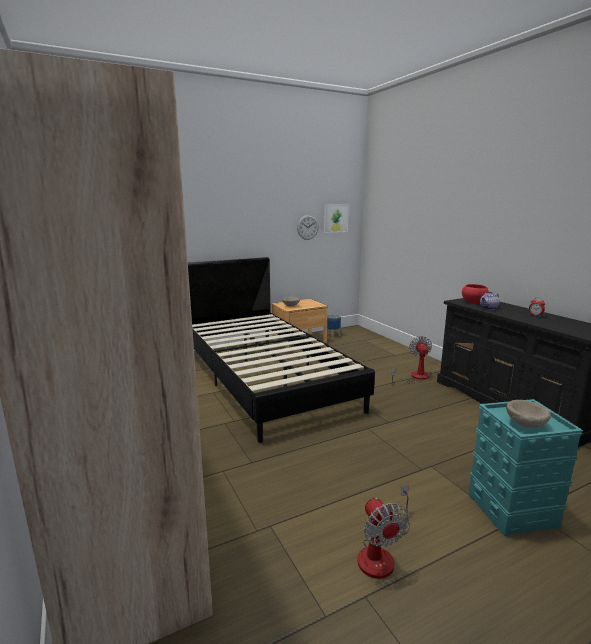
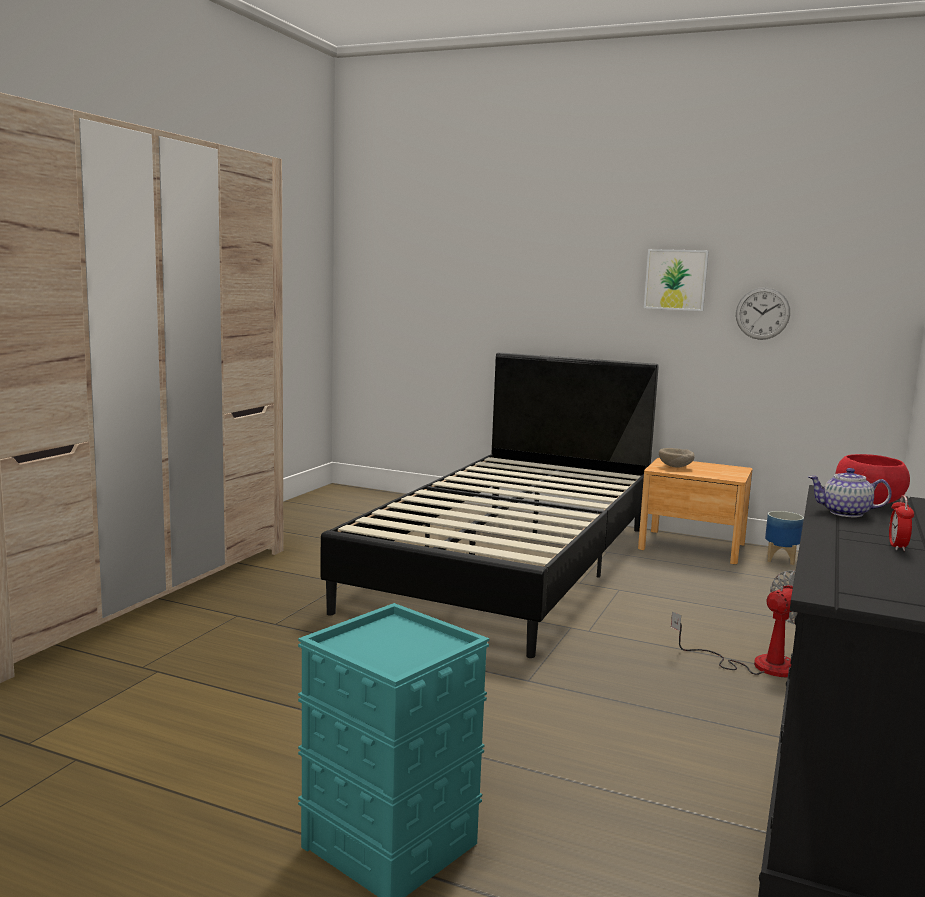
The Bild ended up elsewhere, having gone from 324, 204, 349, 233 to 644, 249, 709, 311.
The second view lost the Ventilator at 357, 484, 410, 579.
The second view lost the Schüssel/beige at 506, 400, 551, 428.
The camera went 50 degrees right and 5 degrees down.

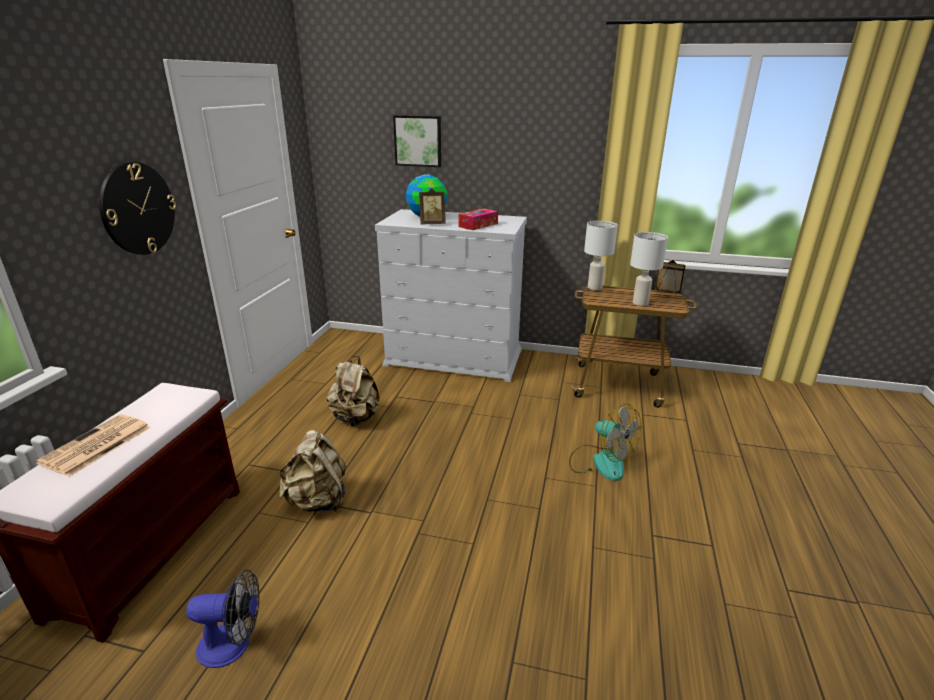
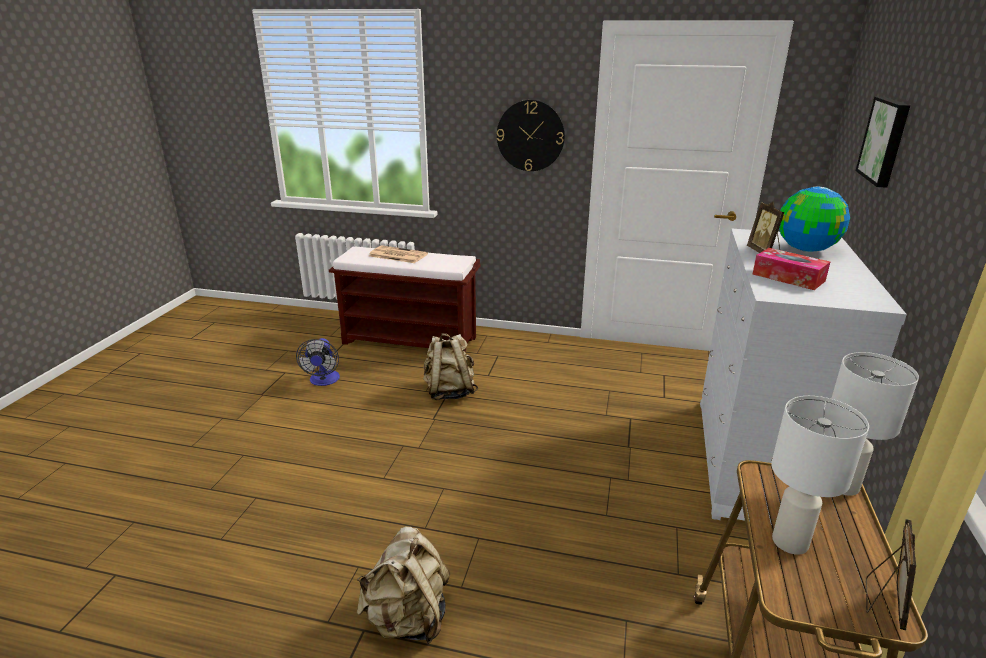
The Rucksack/beige ended up elsewhere, having gone from 327, 355, 379, 426 to 357, 526, 450, 644.
The second view lost the Ventilator at 569, 404, 641, 481.
The camera went 90 degrees right and 0 degrees up.

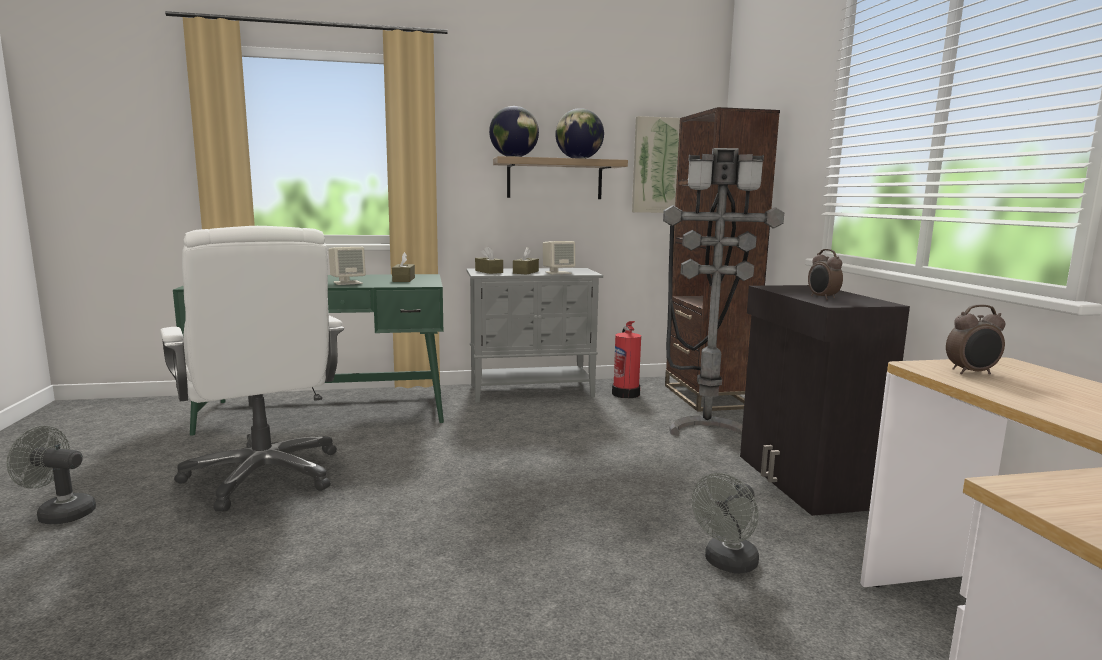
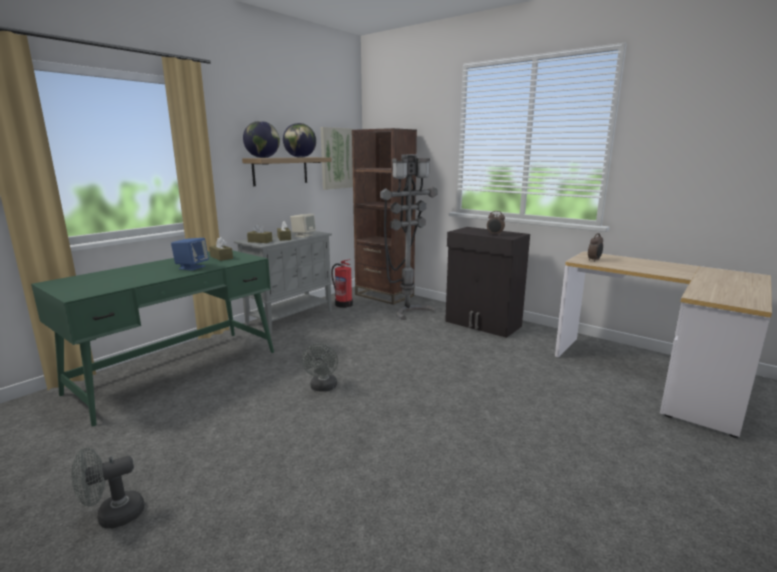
The second view lost the Bürostuhl/weiß at 160, 226, 344, 511.
What was the Lautsprecher/beige at 329, 247, 366, 285 turned into the Lautsprecher/blau at 171, 238, 209, 271.
The Ventilator/grau ended up elsewhere, having gone from 692, 473, 759, 573 to 302, 343, 338, 392.
The camera went 40 degrees left and 5 degrees up.

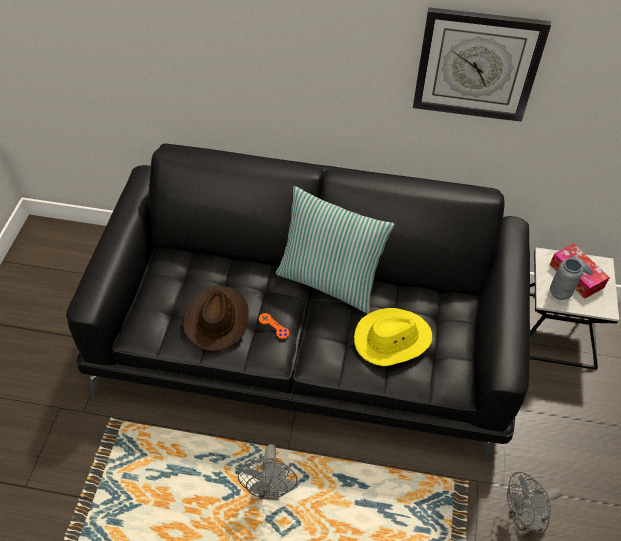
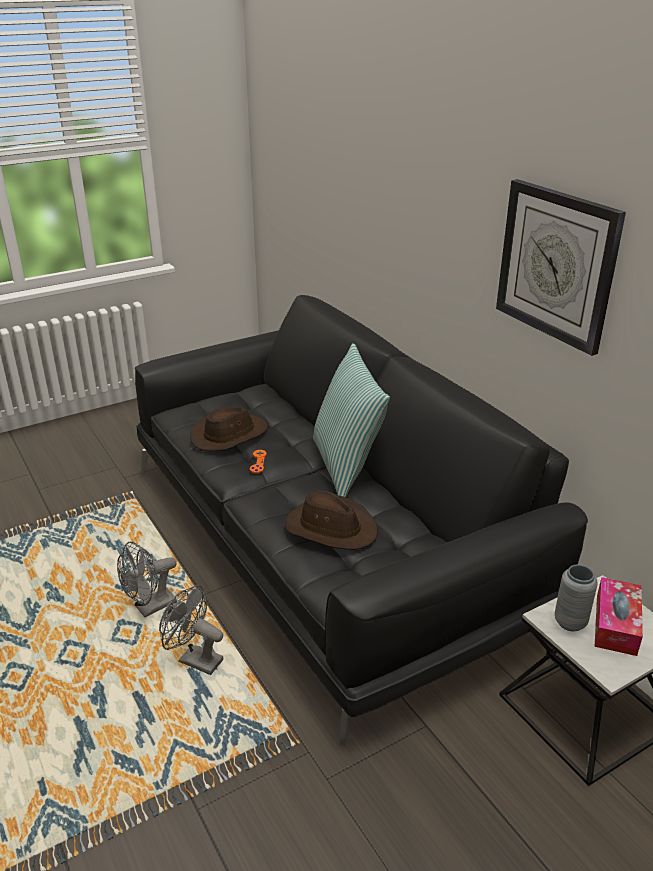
What was the Hut/gelb at 354, 308, 432, 366 turned into the Hut/braun at 285, 491, 378, 550.
The Ventilator/grau ended up elsewhere, having gone from 507, 472, 562, 533 to 159, 585, 223, 675.
The camera went 50 degrees right and 20 degrees down.

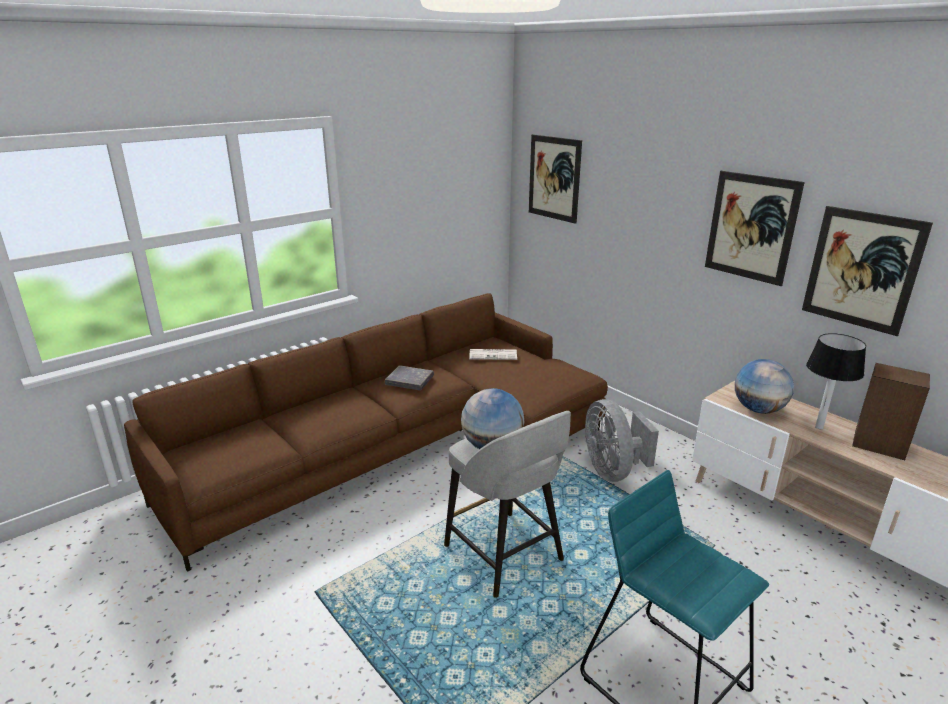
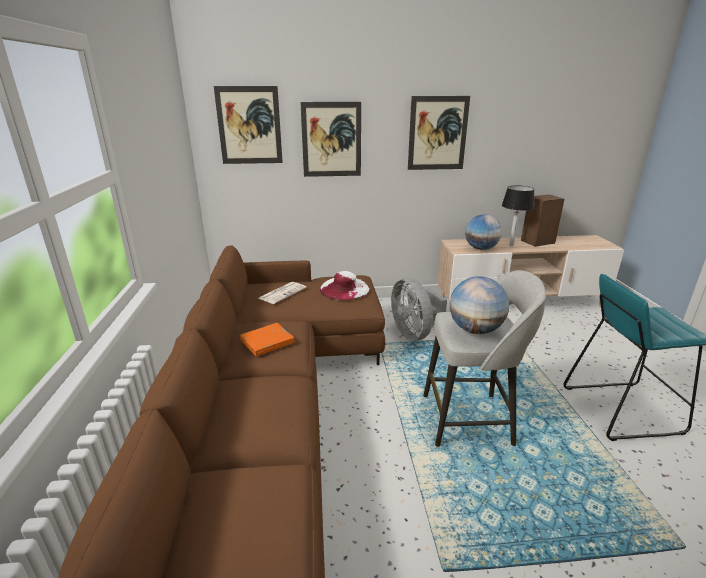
What was the Buch/grau at 385, 365, 434, 390 turned into the Buch/orange at 240, 323, 295, 356.
The Ventilator/grau at 585, 399, 659, 482 ended up facing another way, 45 degrees clockwise from before.
The Bild ended up elsewhere, having gone from 802, 206, 933, 336 to 300, 102, 361, 177.
The second view gained the Hut/weiß at 320, 271, 369, 300.
The camera went 55 degrees left and 0 degrees up.

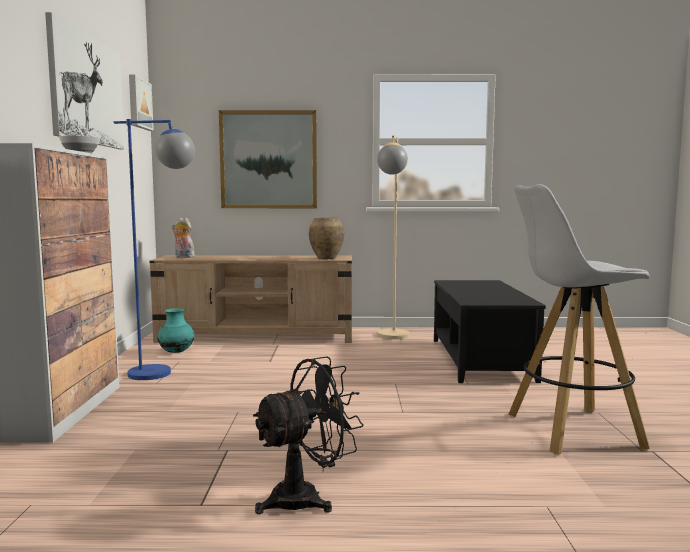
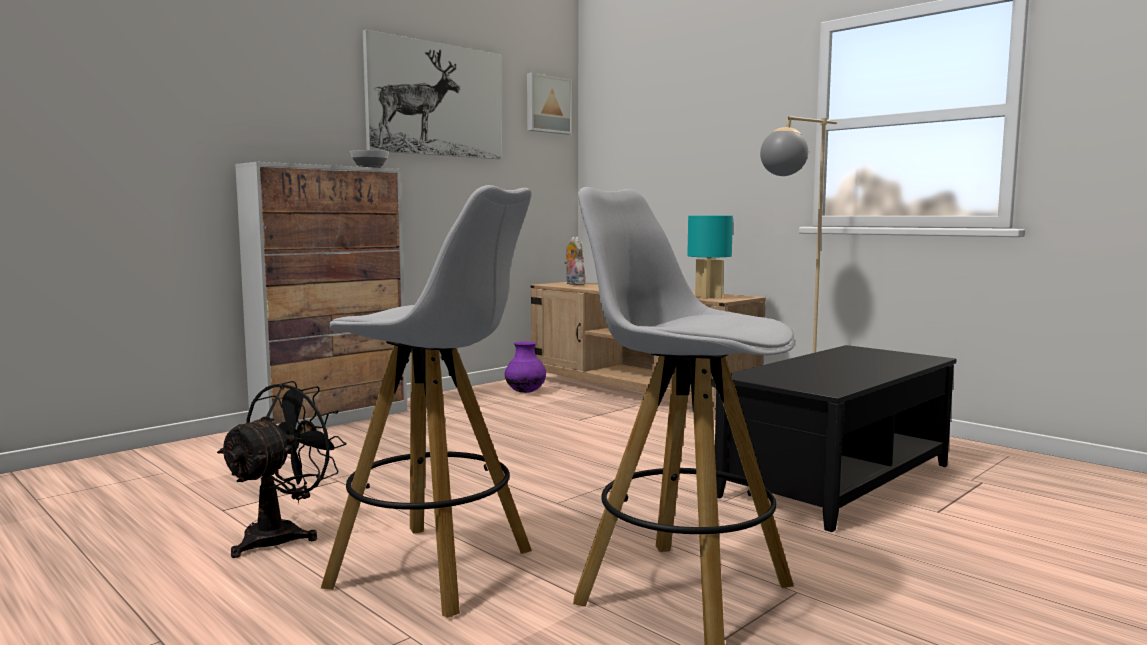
The second view lost the Stehlampe/blau at 114, 119, 195, 380.
What was the Vase/türkis at 157, 308, 195, 353 turned into the Vase/lila at 505, 341, 546, 393.
The second view lost the Bild at 219, 110, 317, 208.
The Ventilator/schwarz at 253, 356, 364, 514 ended up facing another way, 75 degrees counterclockwise from before.
Where the Vase/braun stood at 309, 218, 344, 259, the Tischlampe/türkis came to stand at 687, 216, 733, 299.
The second view gained the Hocker/weiß at 321, 185, 532, 618.
The camera went 45 degrees right and 0 degrees up.

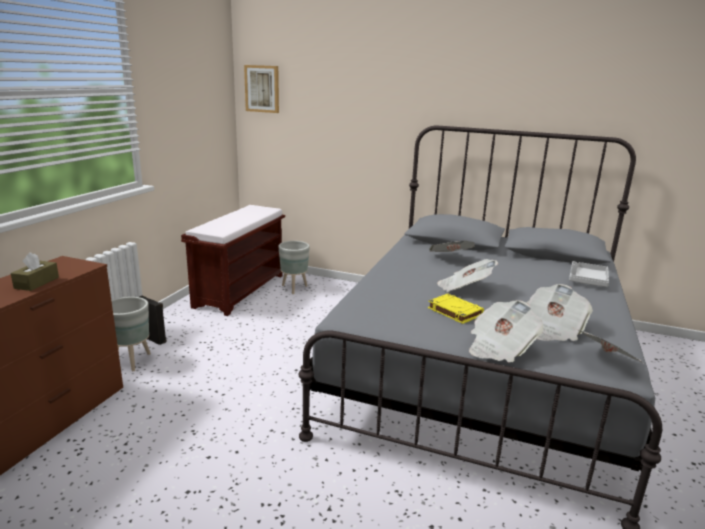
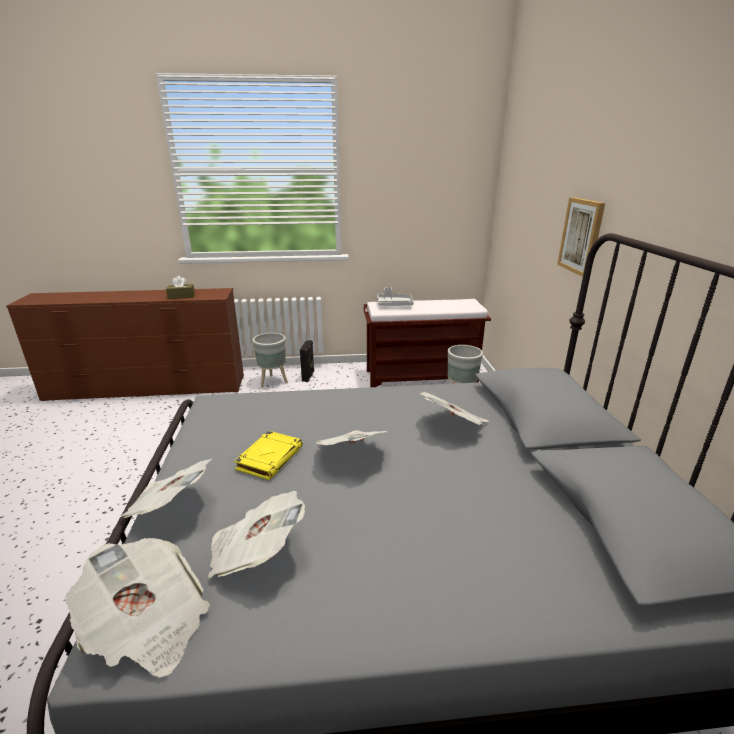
The Bild ended up elsewhere, having gone from 244, 65, 279, 113 to 557, 197, 605, 277.
The Tablett/grau ended up elsewhere, having gone from 569, 261, 609, 287 to 377, 287, 414, 306.
The camera went 65 degrees right and 5 degrees up.

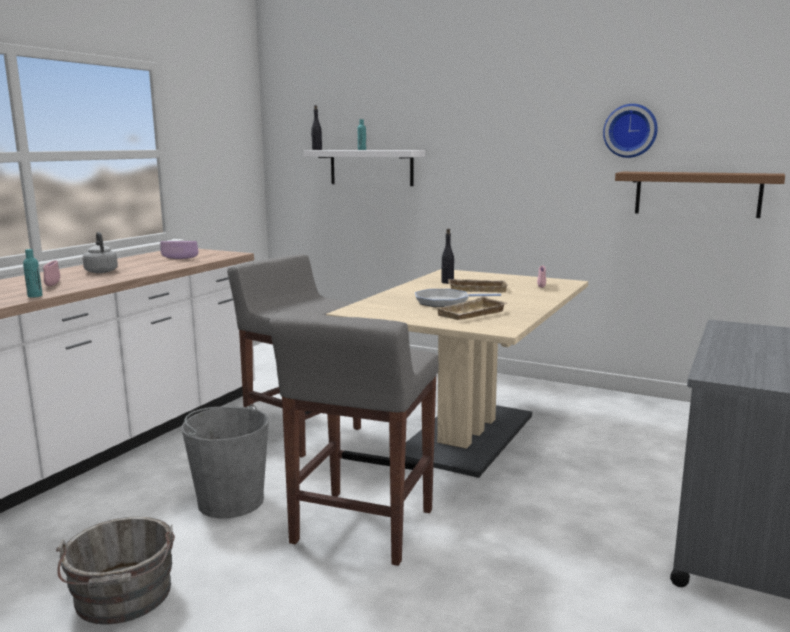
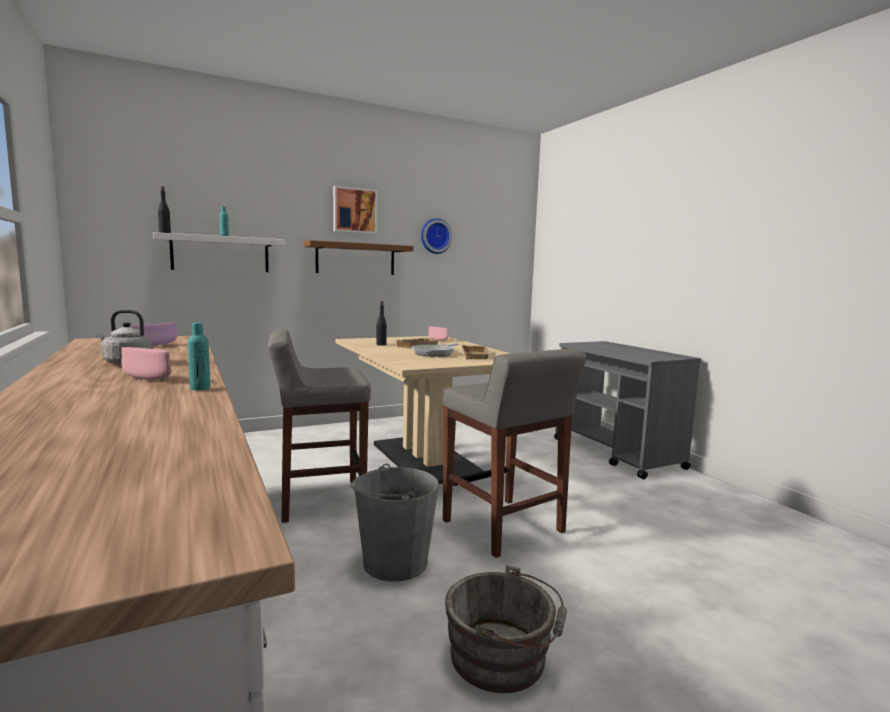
The Wandregal/braun ended up elsewhere, having gone from 615, 172, 785, 218 to 304, 240, 414, 275.
The second view gained the Bild at 333, 186, 378, 234.
The camera went 55 degrees left and 5 degrees down.

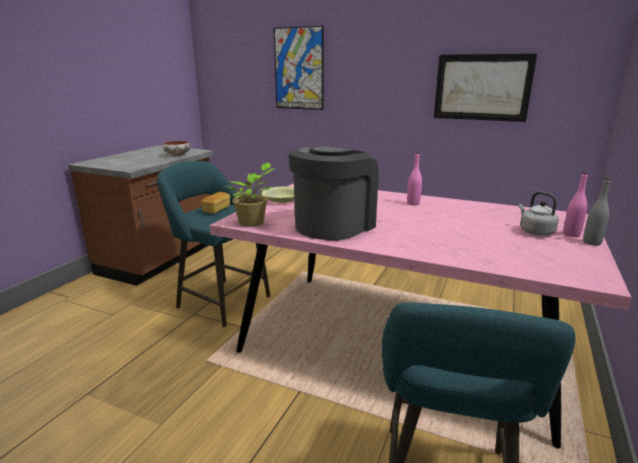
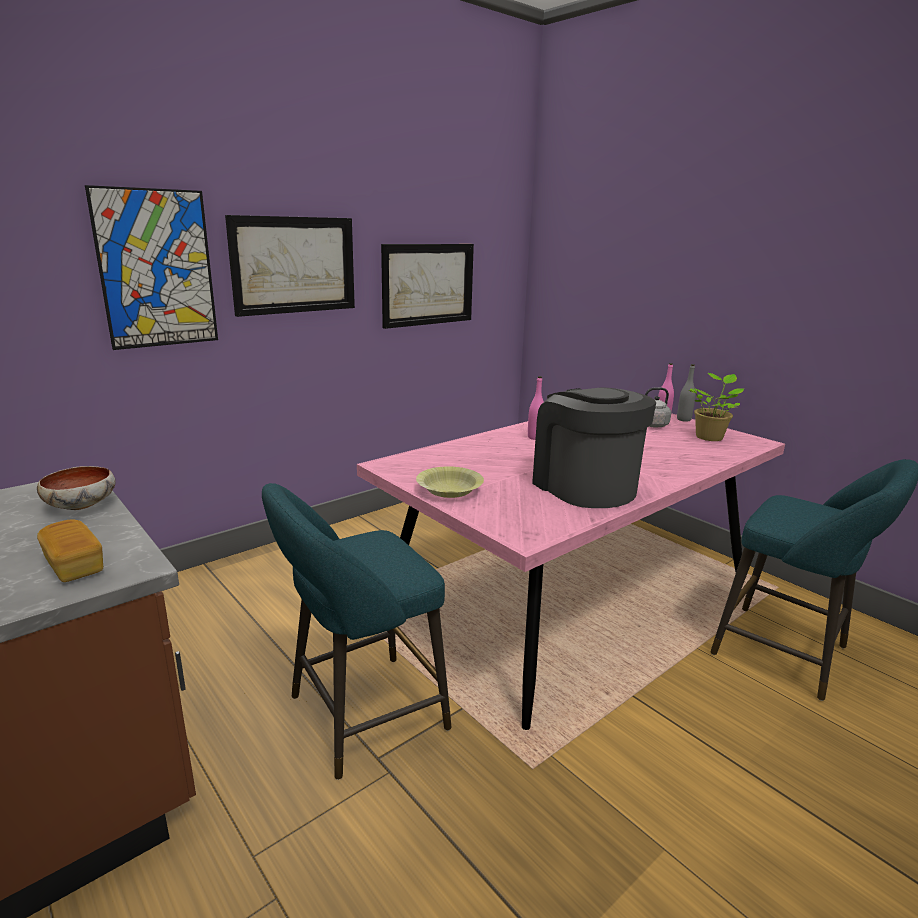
The Brot ended up elsewhere, having gone from 201, 192, 230, 213 to 37, 520, 103, 582.
The Topfpflanze ended up elsewhere, having gone from 225, 162, 275, 226 to 689, 373, 744, 441.
The second view gained the Bild at 225, 215, 355, 317.
The camera went 65 degrees left and 0 degrees up.

